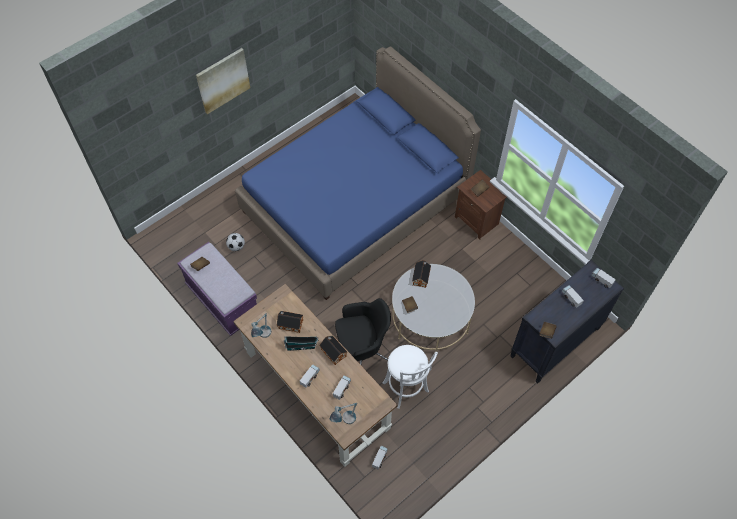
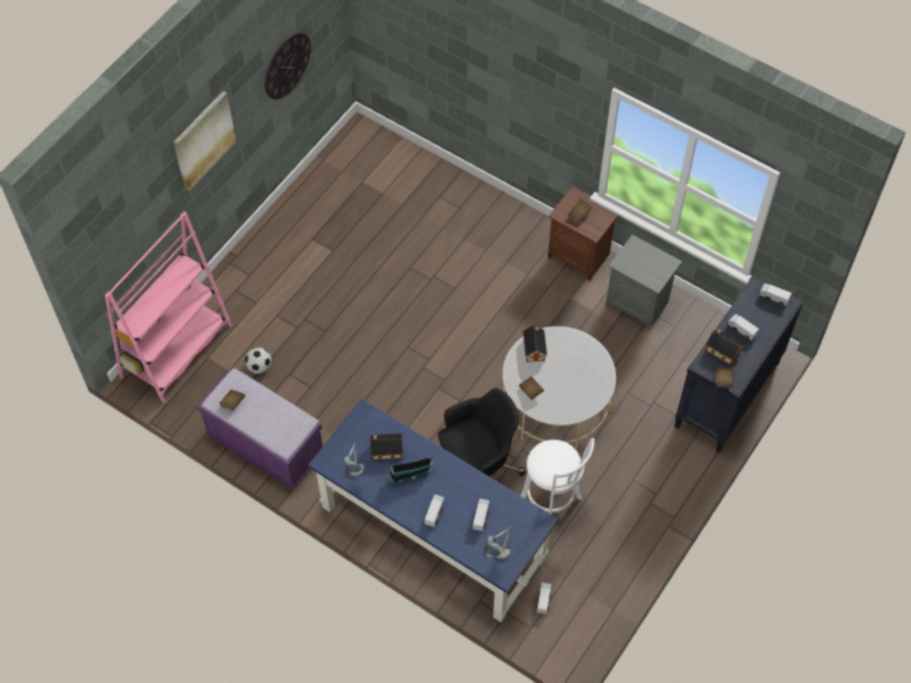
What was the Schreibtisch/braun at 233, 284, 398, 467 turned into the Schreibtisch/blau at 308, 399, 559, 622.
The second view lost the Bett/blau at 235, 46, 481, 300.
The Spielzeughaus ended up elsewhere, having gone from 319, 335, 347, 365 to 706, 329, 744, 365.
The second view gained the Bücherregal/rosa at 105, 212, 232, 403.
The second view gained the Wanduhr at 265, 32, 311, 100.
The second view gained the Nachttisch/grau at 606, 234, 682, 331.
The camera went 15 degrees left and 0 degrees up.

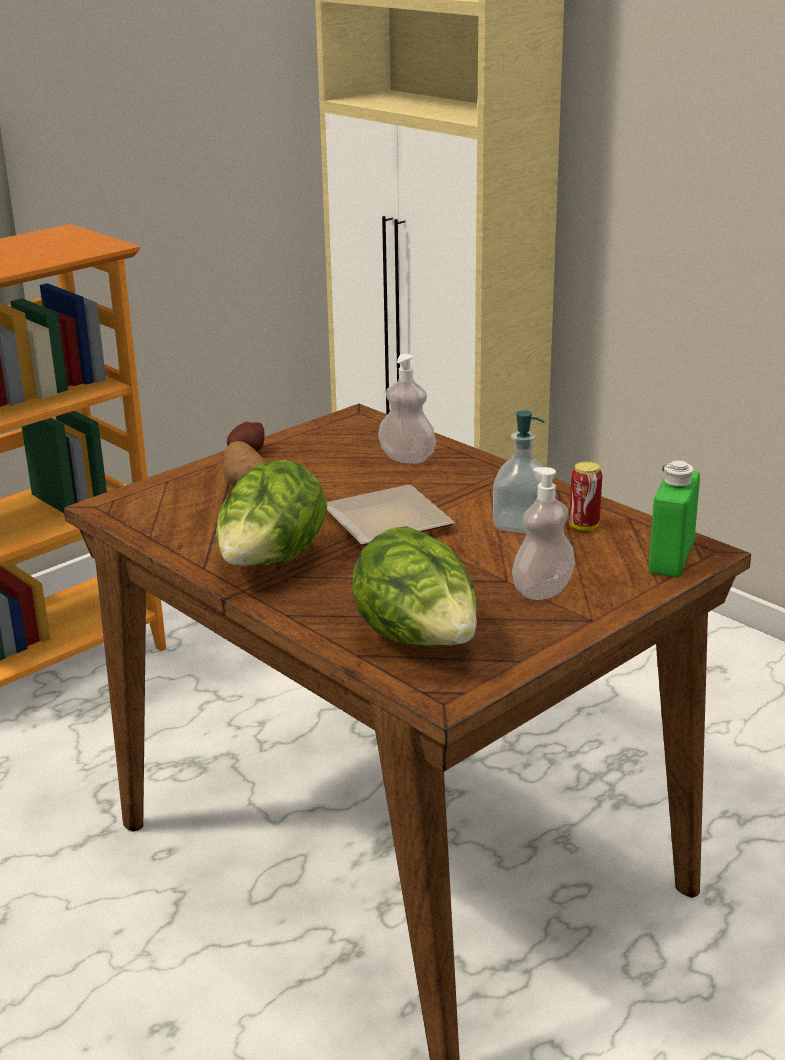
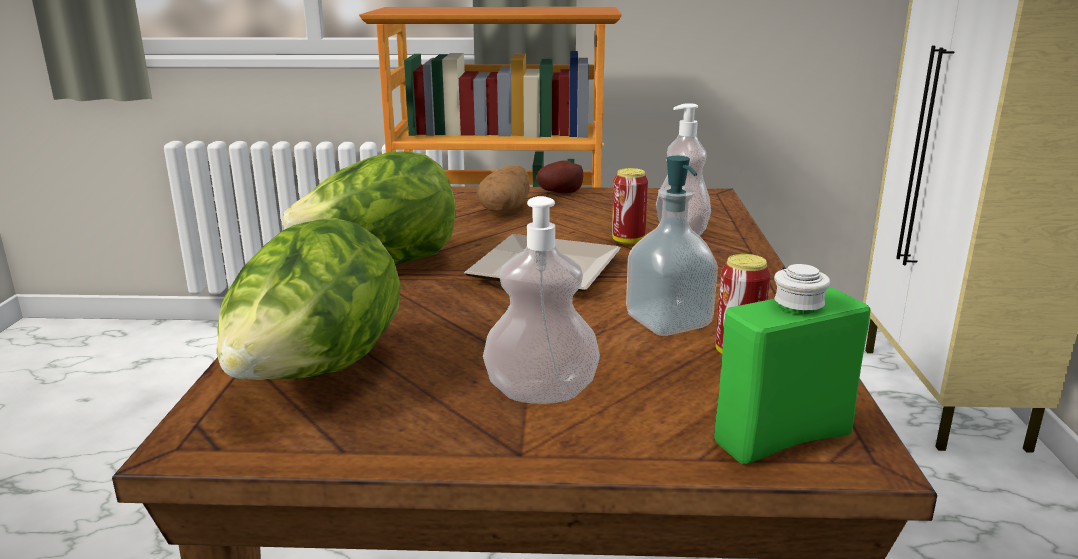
The second view gained the Dose at 612, 168, 648, 245.
The camera went 45 degrees right and 5 degrees down.

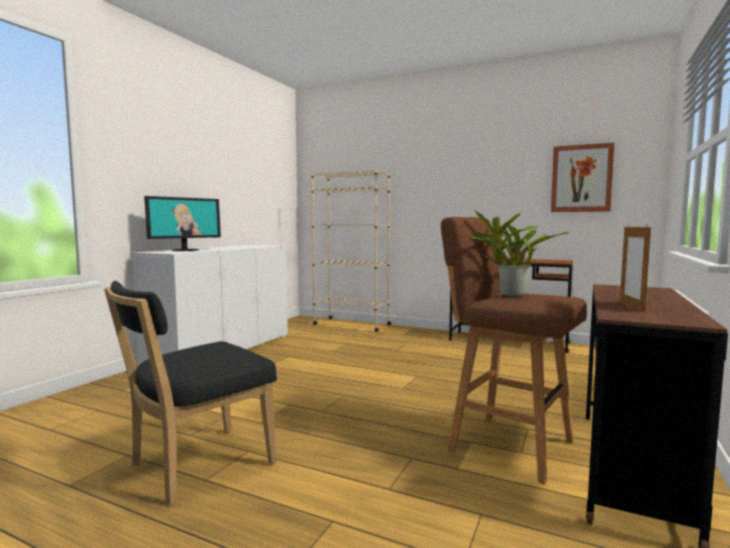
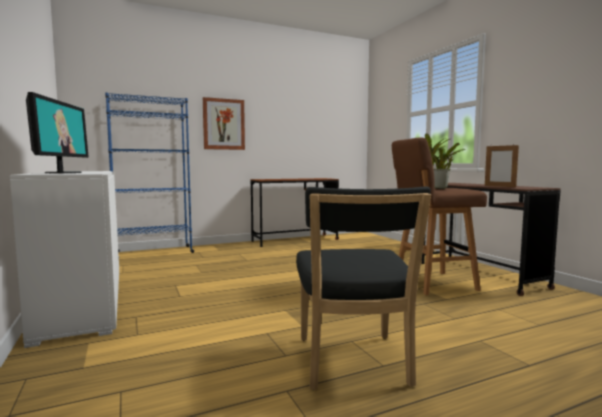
What was the Bücherregal/beige at 311, 170, 391, 332 turned into the Bücherregal/blau at 105, 92, 194, 253.
The Bild ended up elsewhere, having gone from 551, 143, 614, 212 to 203, 97, 245, 150.
The camera went 50 degrees left and 0 degrees up.

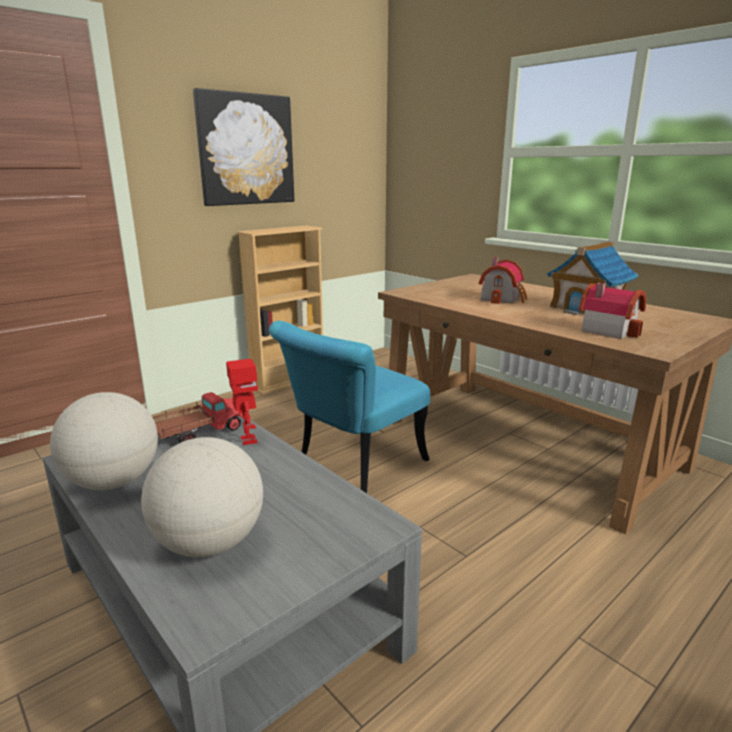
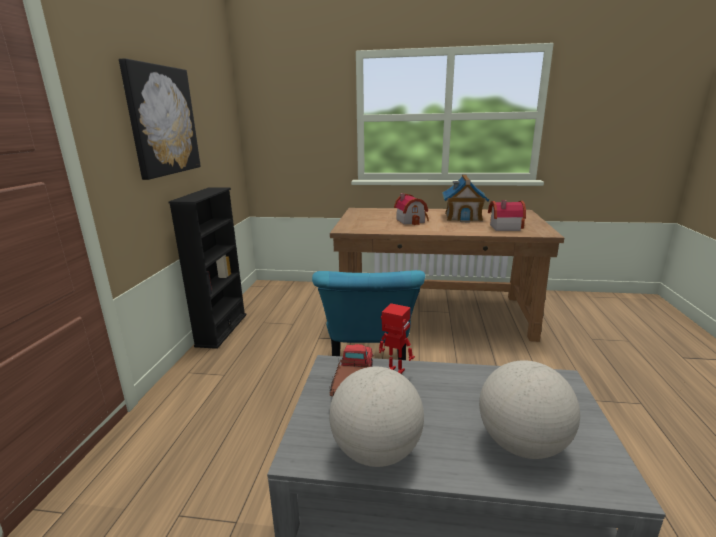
What was the Bücherregal/beige at 237, 226, 323, 395 turned into the Bücherregal/schwarz at 169, 187, 246, 349.
The camera went 40 degrees left and 0 degrees up.

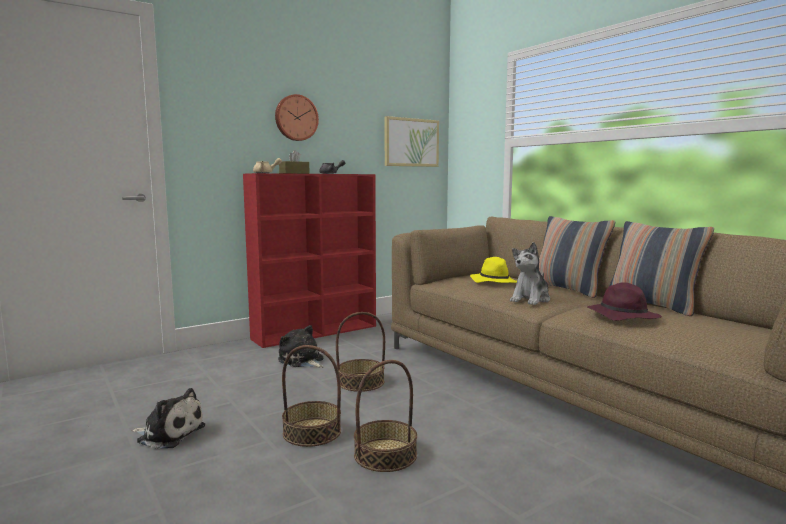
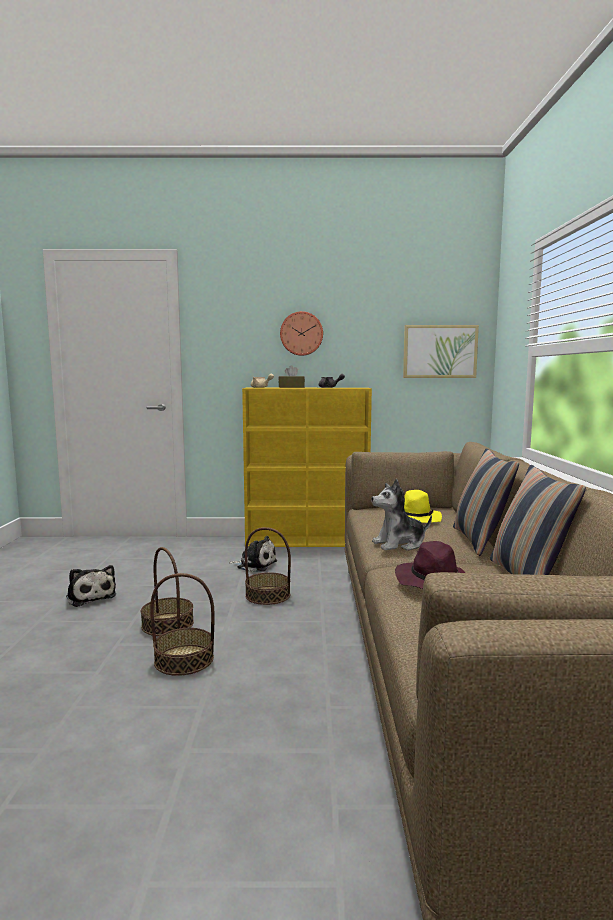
What was the Bücherregal/rot at 243, 173, 376, 348 turned into the Bücherregal/gelb at 242, 388, 372, 547.
The Plüschtier at 278, 325, 324, 368 ended up facing another way, 120 degrees clockwise from before.
The camera went 35 degrees right and 0 degrees up.

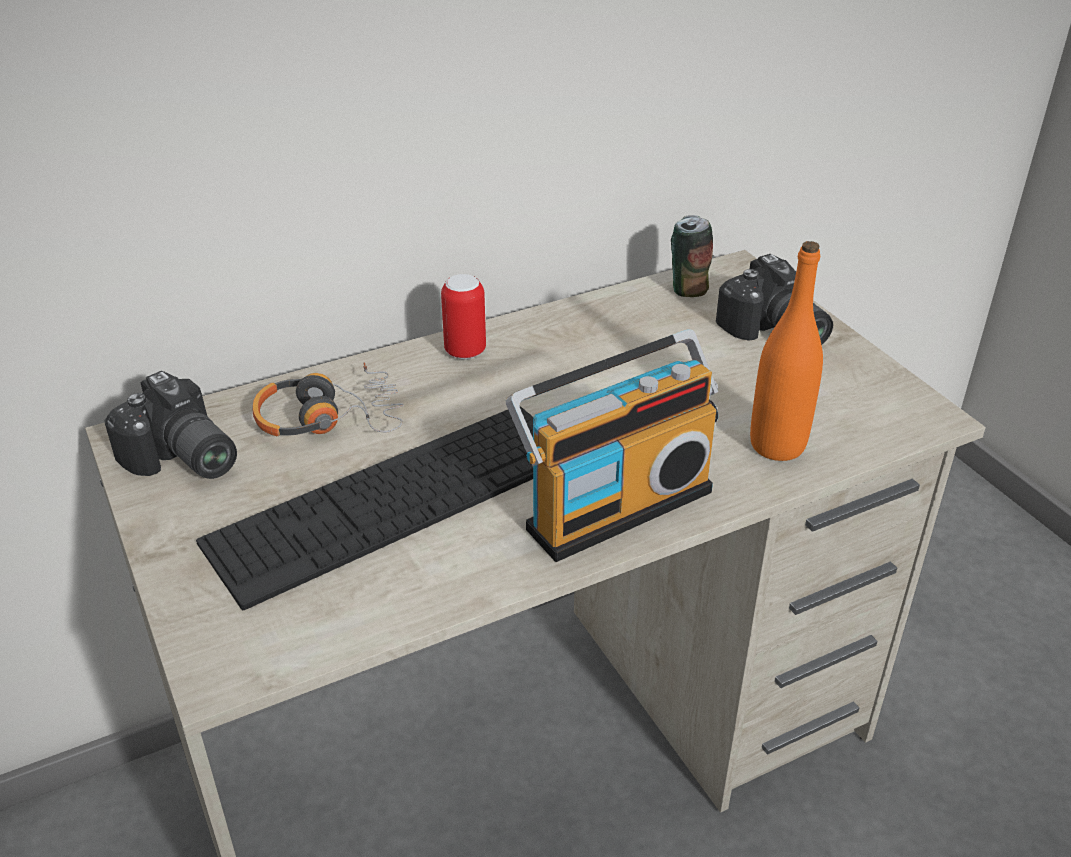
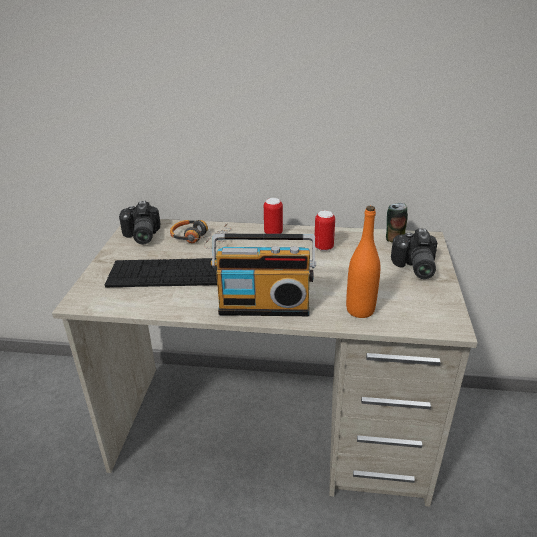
The second view gained the Dose at 315, 211, 335, 251.
The camera went 35 degrees right and 5 degrees down.

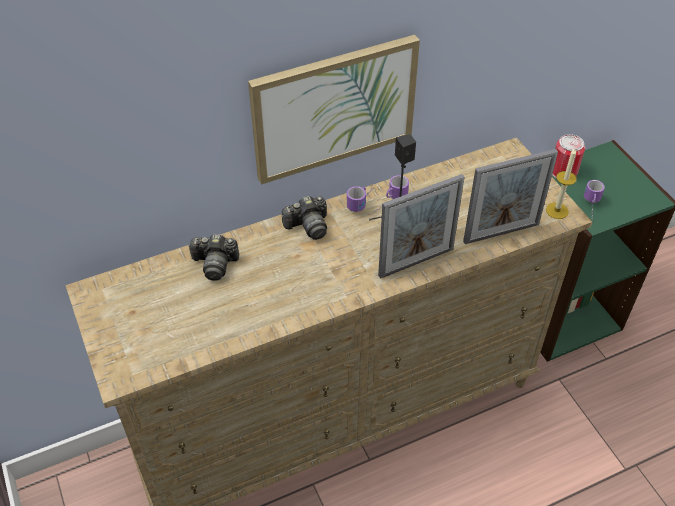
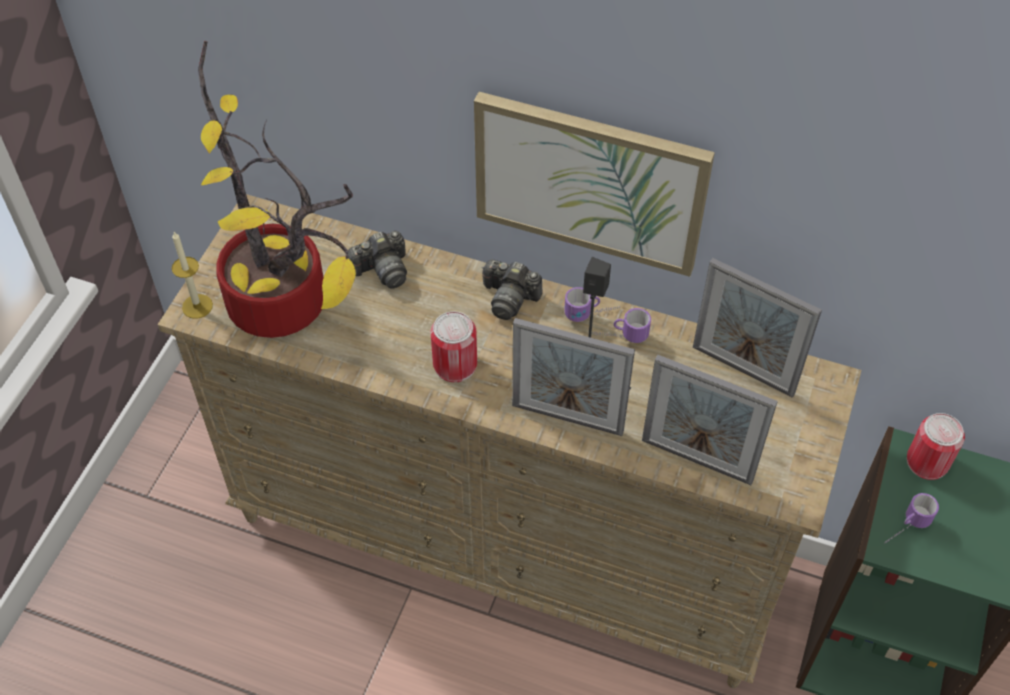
The Kamera at 188, 234, 239, 281 ended up facing another way, 75 degrees counterclockwise from before.
The Kerze ended up elsewhere, having gone from 546, 148, 577, 219 to 172, 232, 213, 319.
The second view gained the Topfpflanze at 198, 41, 356, 338.
The second view gained the Dose at 431, 311, 477, 382.
The second view gained the Bilderrahmen at 693, 258, 822, 398.
The camera went 45 degrees right and 5 degrees up.

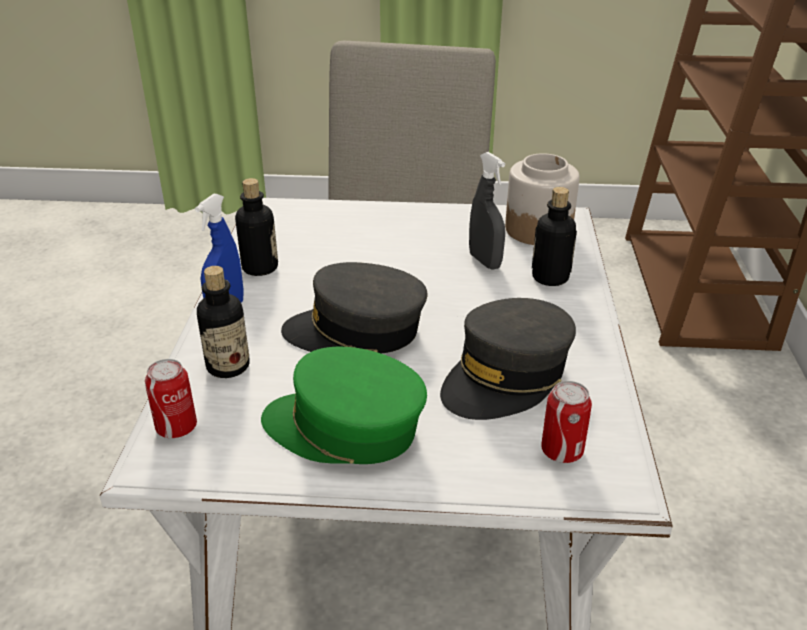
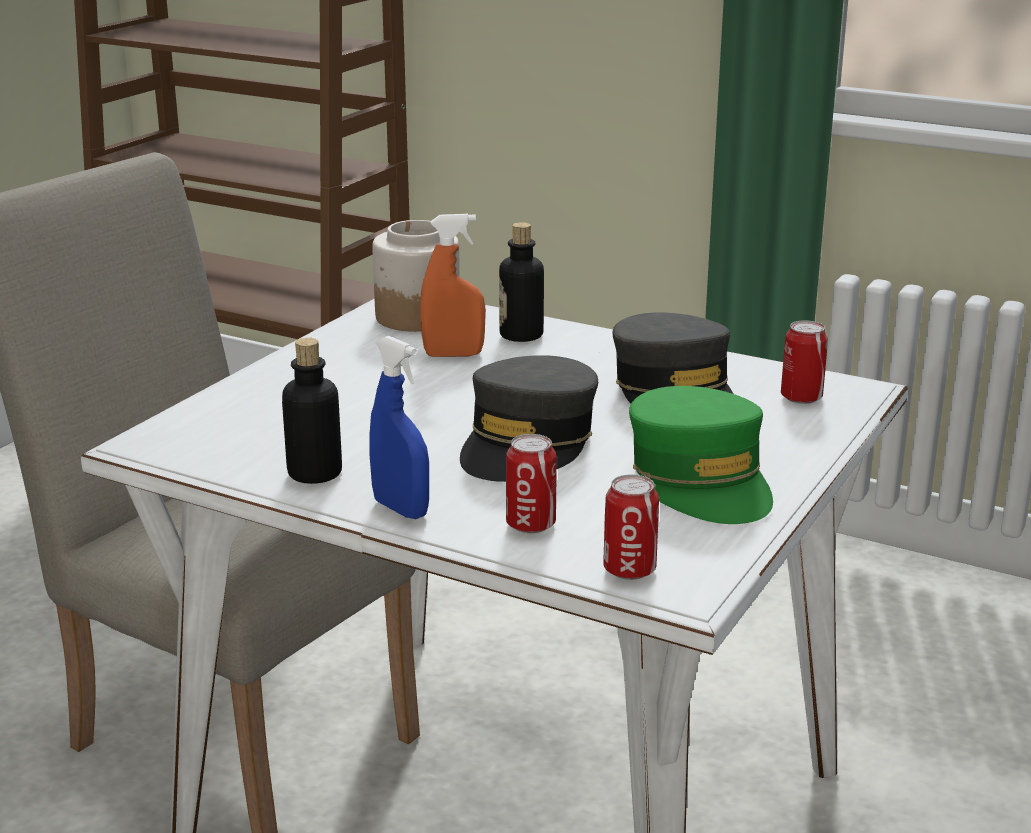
Where the Flasche stood at 197, 266, 250, 378, the Dose came to stand at 506, 434, 557, 533.
The Kappe/grün at 261, 347, 427, 464 ended up facing another way, 60 degrees counterclockwise from before.
What was the Sprühflasche/grau at 469, 152, 505, 270 turned into the Sprühflasche/orange at 420, 214, 486, 357.
The camera went 65 degrees left and 10 degrees down.

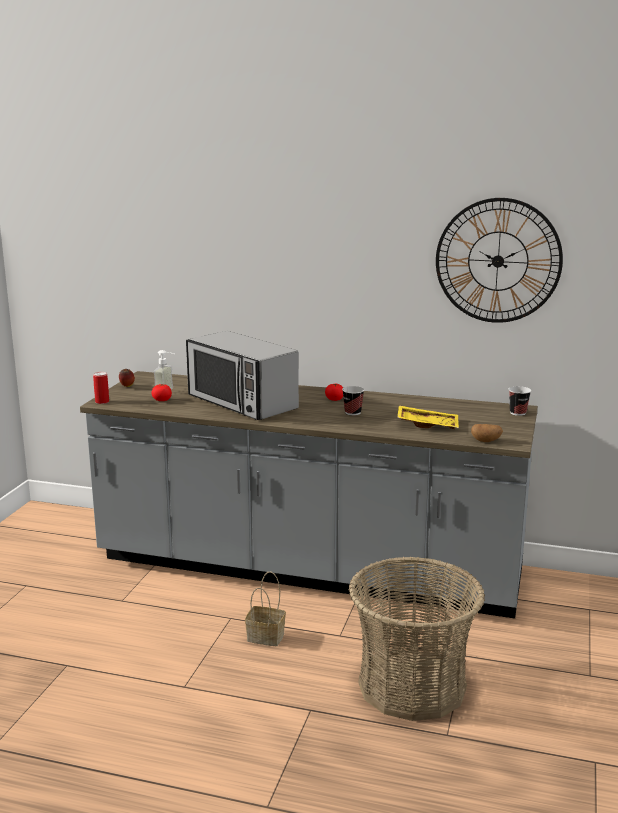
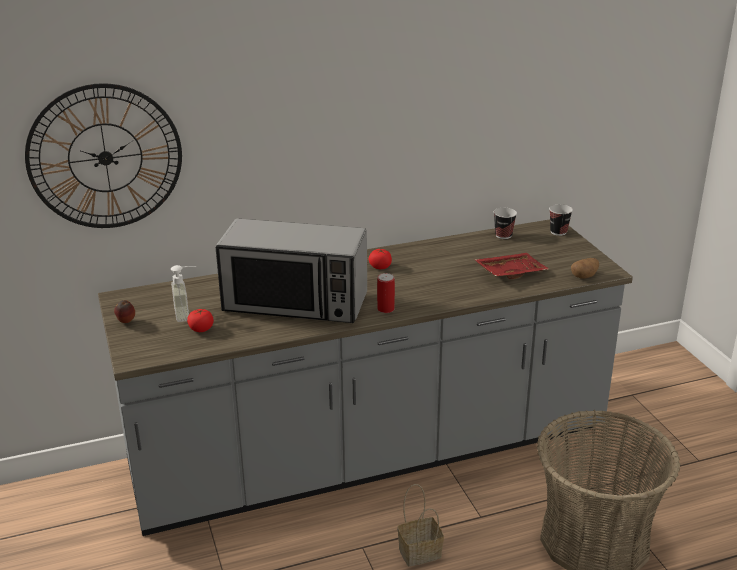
The Dose ended up elsewhere, having gone from 93, 372, 109, 404 to 377, 273, 395, 313.
The Tasse ended up elsewhere, having gone from 342, 386, 364, 416 to 494, 208, 517, 239.
What was the Tablett/gelb at 397, 405, 459, 429 turned into the Tablett/rot at 474, 253, 549, 279.
The Wanduhr ended up elsewhere, having gone from 436, 198, 563, 323 to 25, 83, 182, 228.
The camera went 35 degrees left and 10 degrees up.

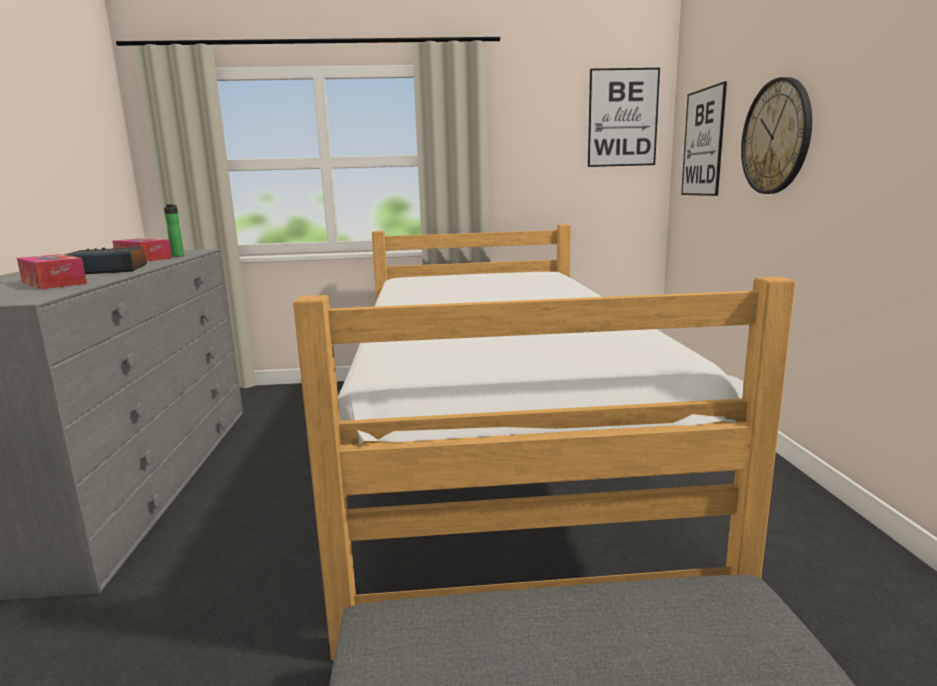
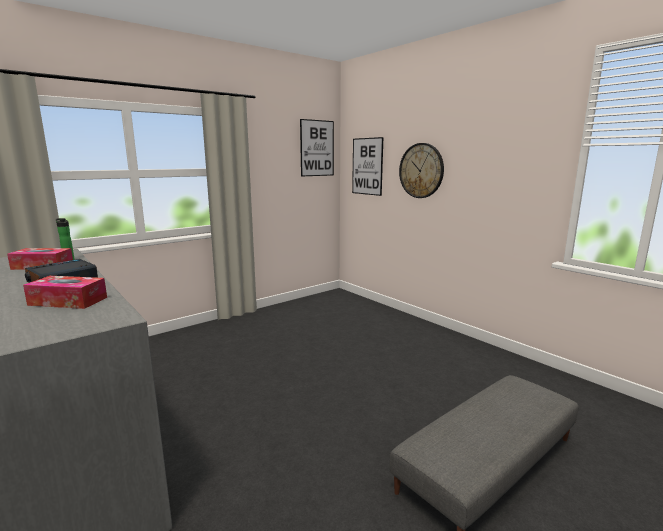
The second view lost the Bett at 293, 224, 796, 661.
The camera went 35 degrees left and 0 degrees up.

